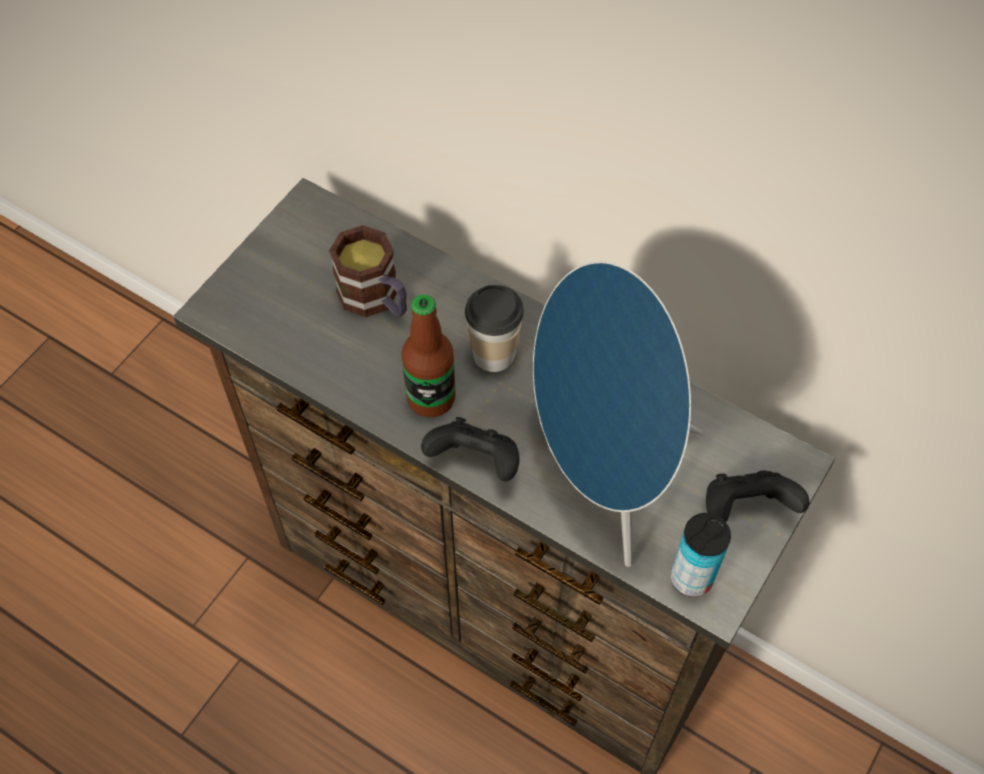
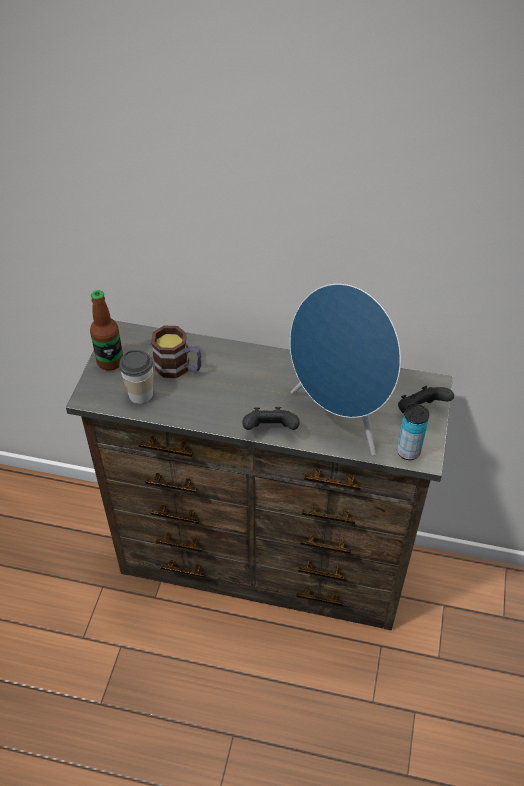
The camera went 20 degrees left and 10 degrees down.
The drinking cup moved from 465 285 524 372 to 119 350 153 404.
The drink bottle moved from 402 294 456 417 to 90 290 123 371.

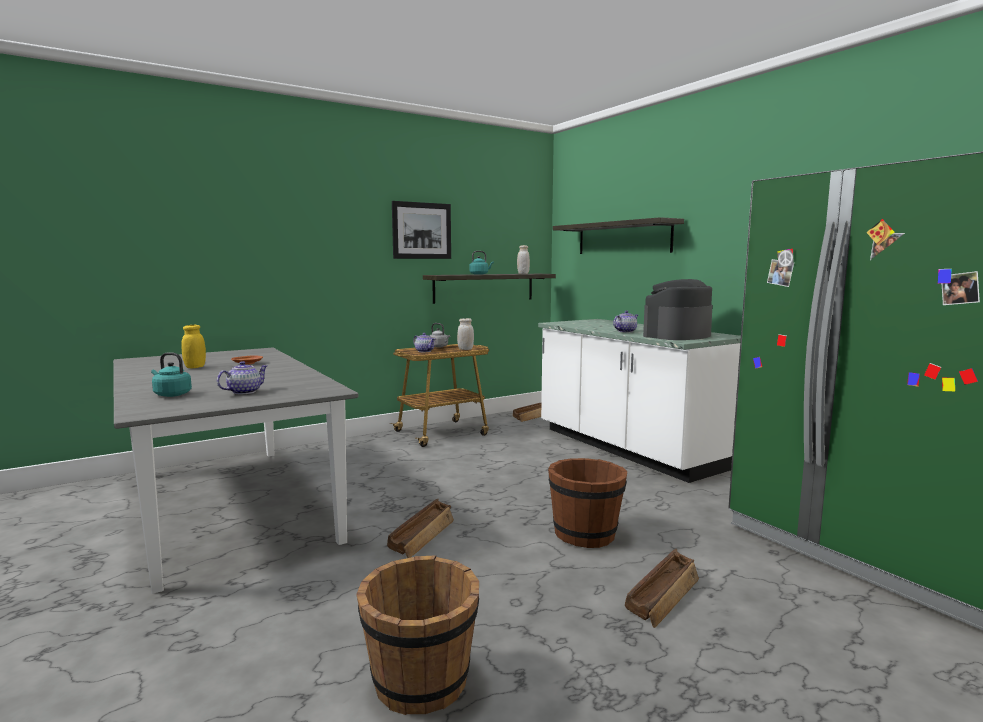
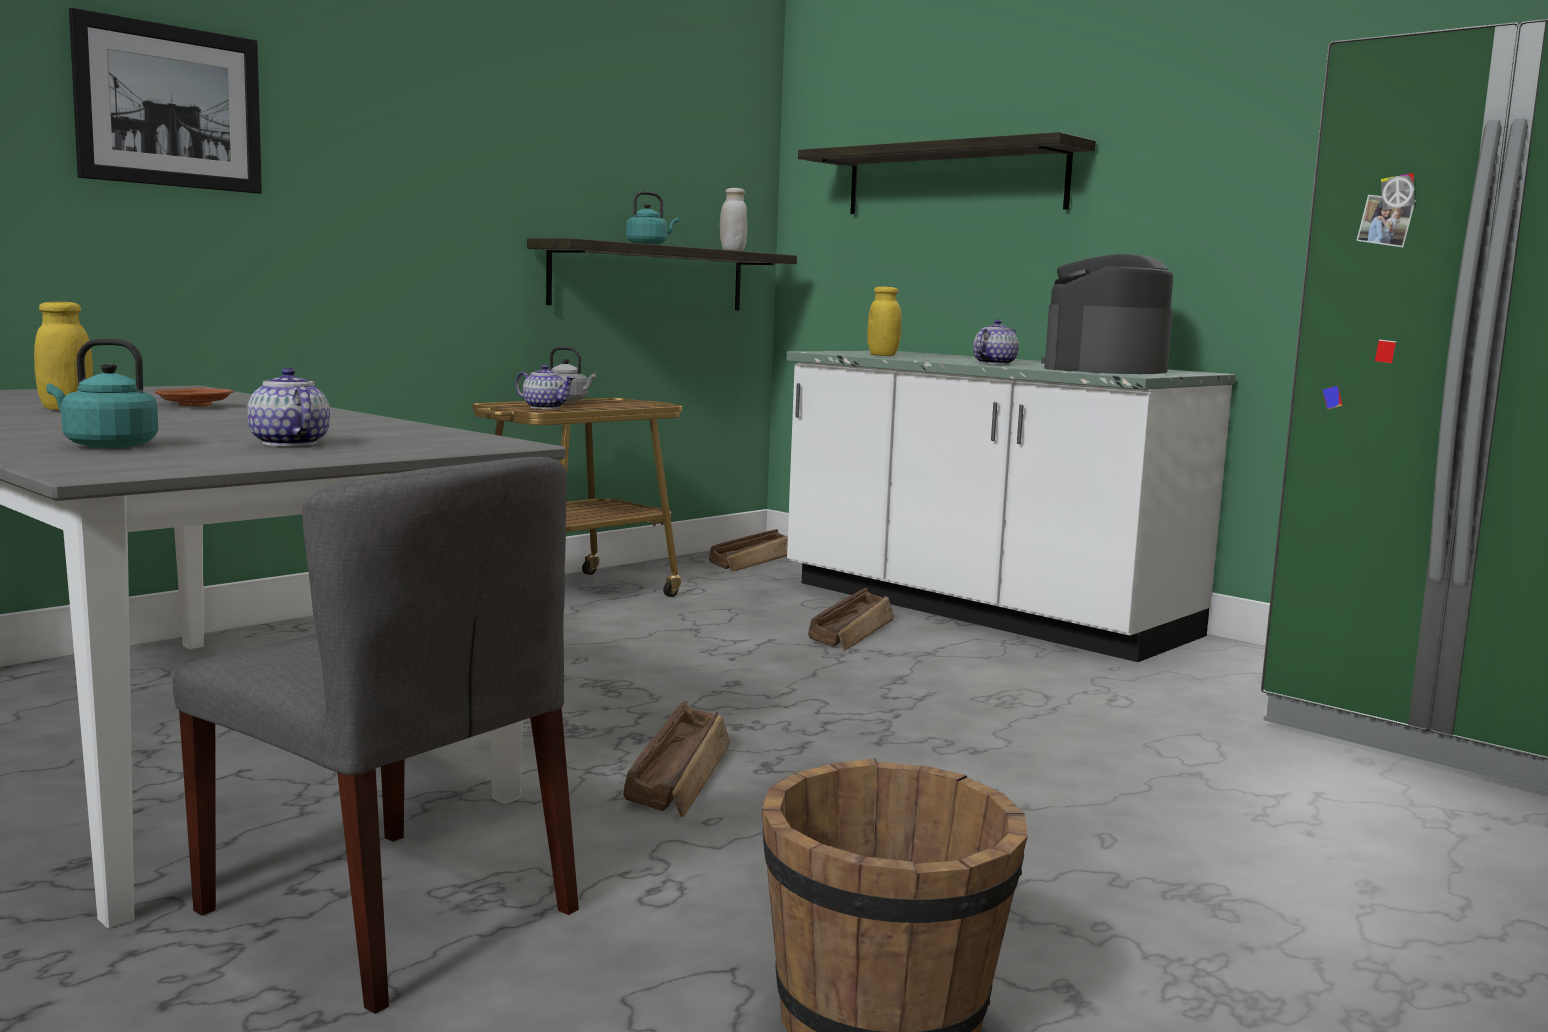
The camera went 15 degrees left and 0 degrees up.
The wall art moved from 392 201 451 259 to 69 8 262 194.
The whitish preserve jar at 457 318 474 350 disappeared.
The teapot at 217 361 268 394 turned 60 degrees counterclockwise.
The brownish water bucket at 548 458 627 548 disappeared.
The packing crate moved from 625 549 699 628 to 808 588 894 650.
The yellowish preserve jar at 867 286 902 356 appeared.
The greyish chair at 173 457 579 1014 appeared.

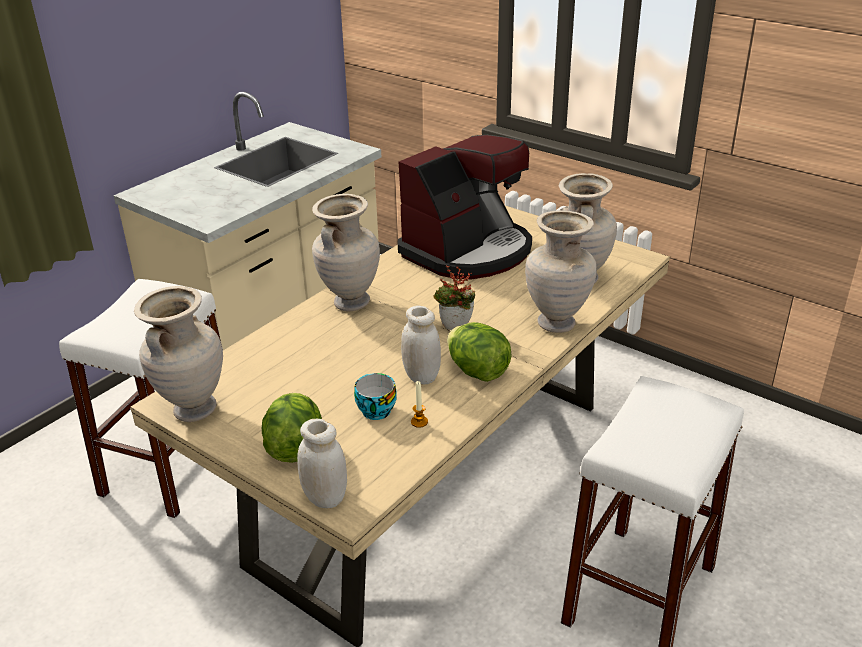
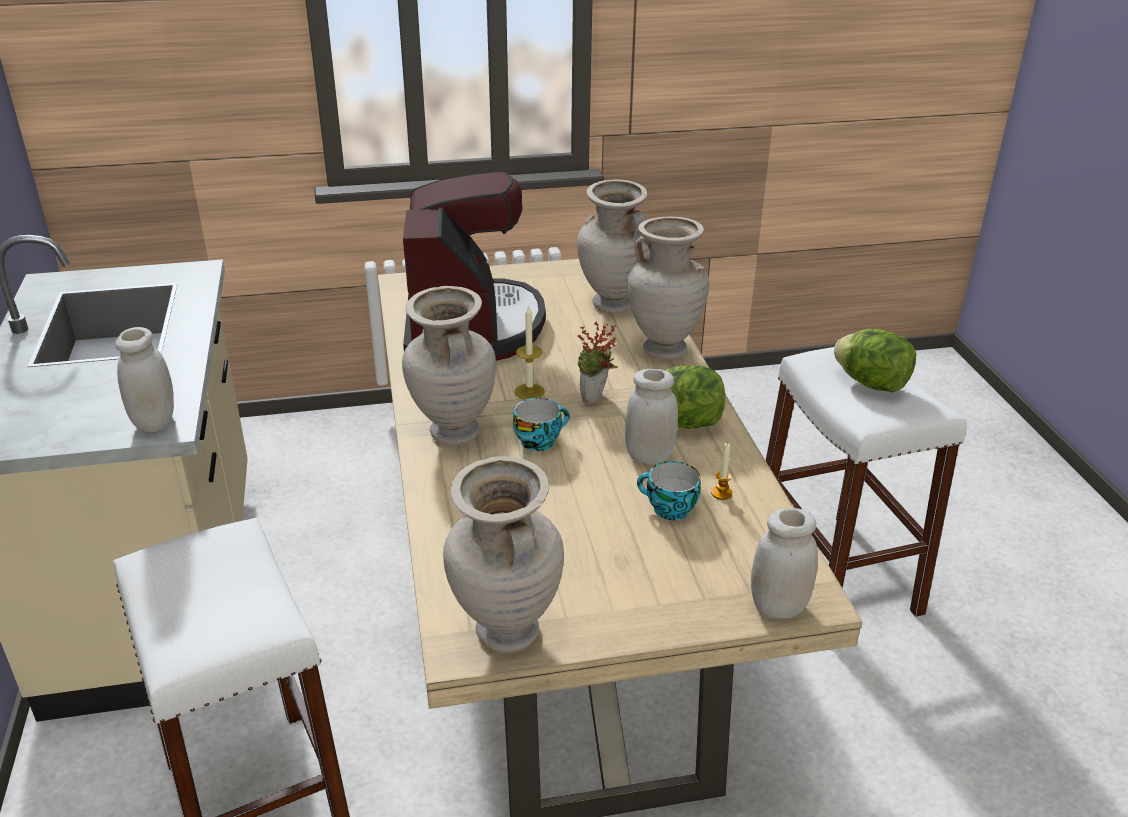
The camera went 50 degrees left and 0 degrees up.
The lettuce moved from 262 393 322 463 to 834 329 916 392.
The wax candle at 515 304 545 400 appeared.
The whitish preserve jar at 115 327 174 432 appeared.
The drinking cup at 513 398 570 451 appeared.

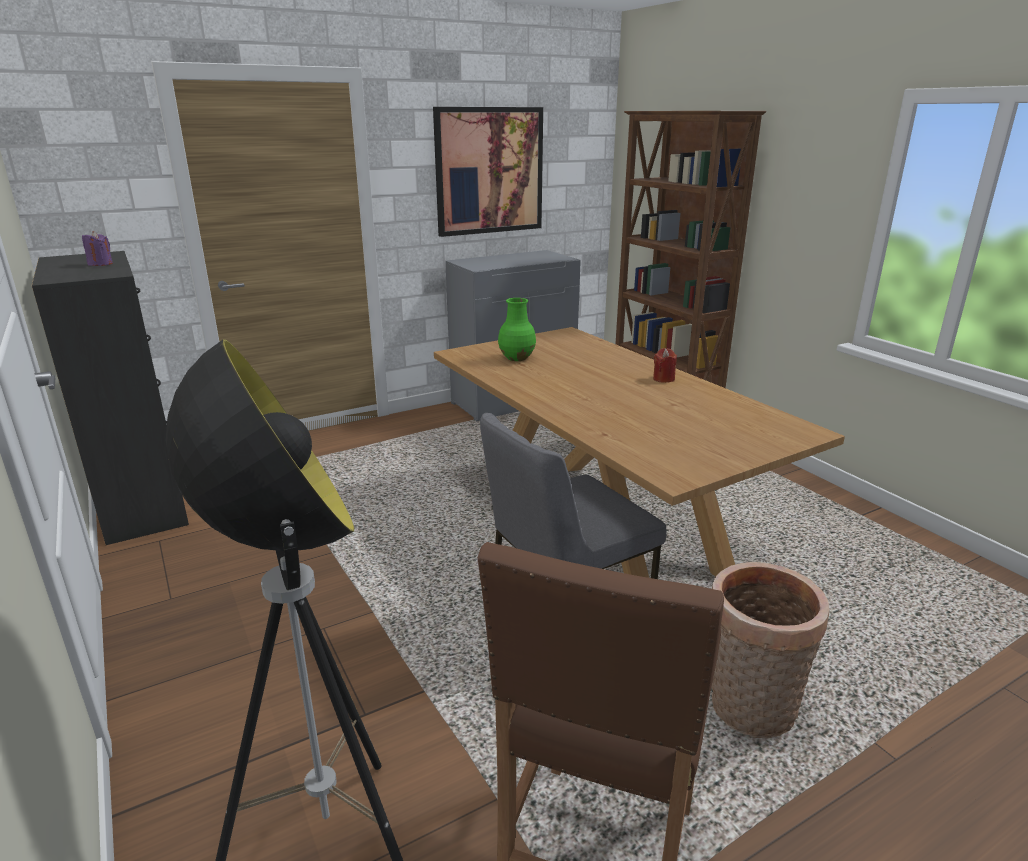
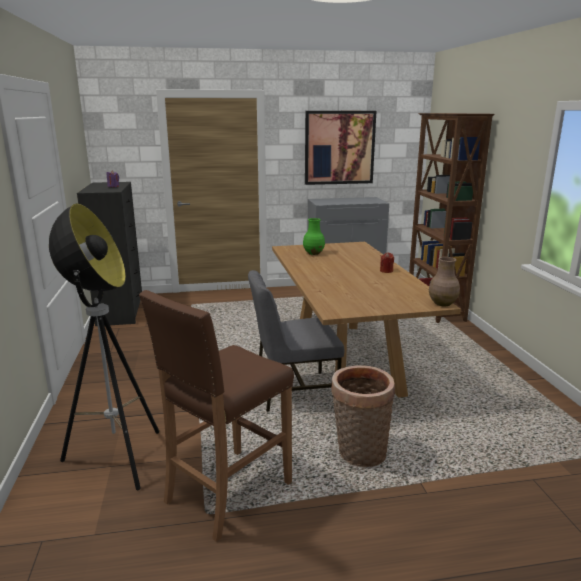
The camera went 20 degrees right and 5 degrees down.
The brownish flower vase at 429 257 460 306 appeared.

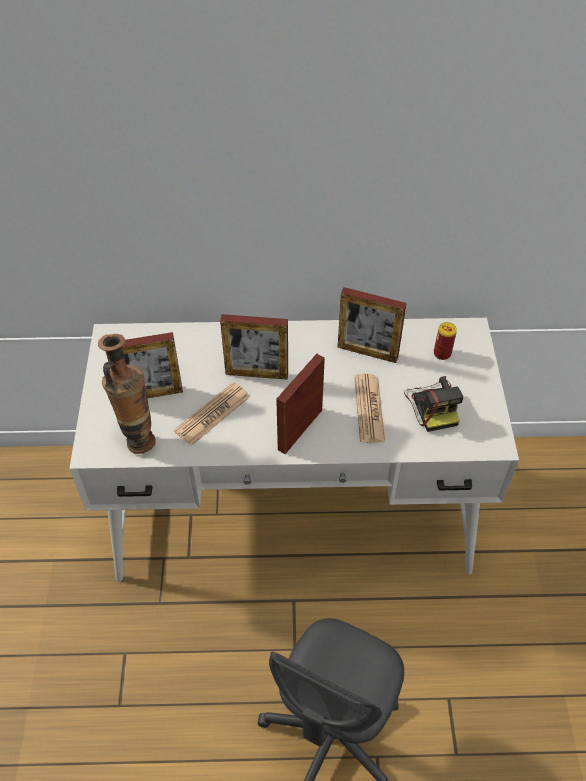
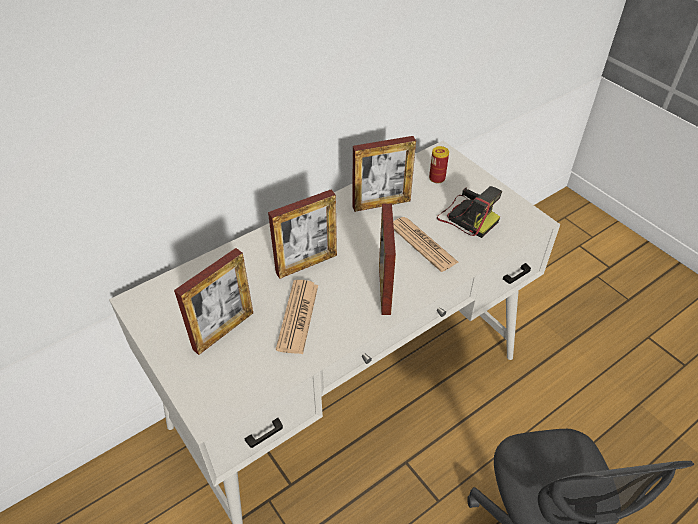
The camera went 35 degrees left and 5 degrees down.
The flower vase at 98 334 156 454 disappeared.

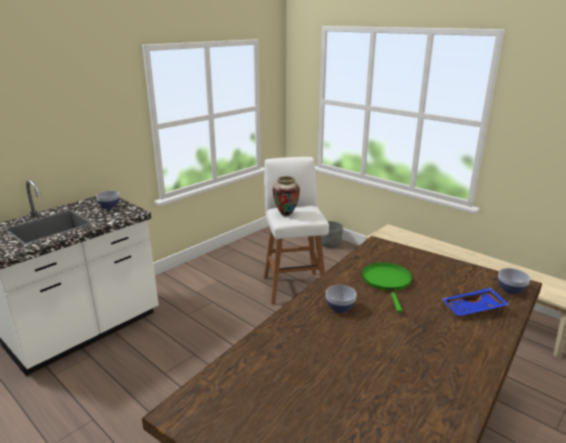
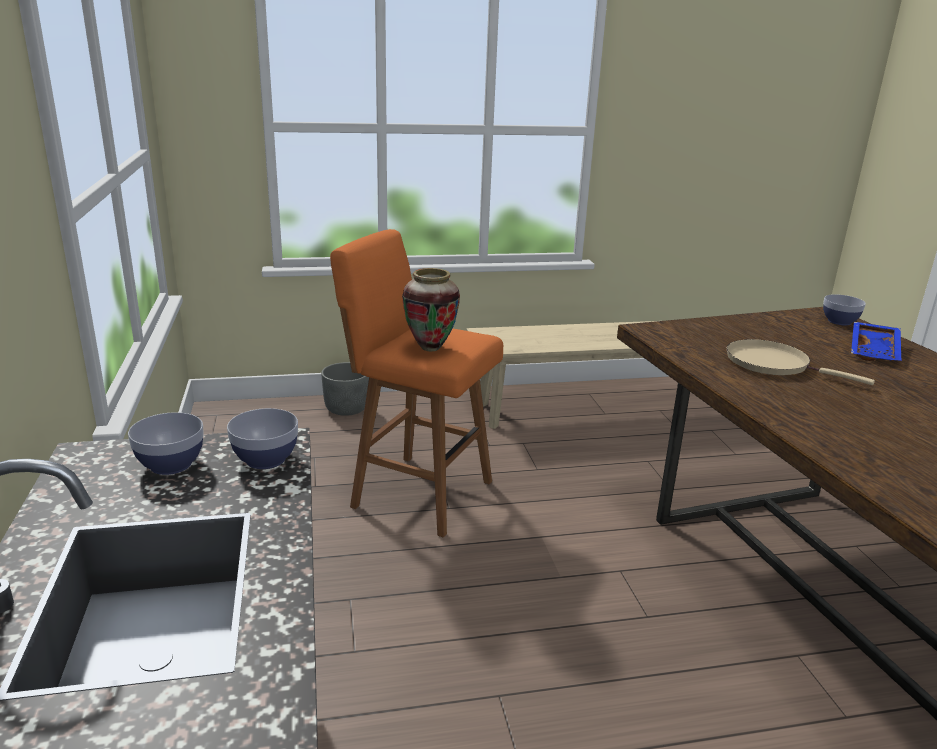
The camera went 55 degrees left and 0 degrees up.
The whitish stool seat at 264 157 329 304 became the orangey stool seat at 330 229 503 537.
The green-coloured pan at 362 262 412 312 became the beige pan at 727 339 875 385.
The bowl moved from 326 285 357 313 to 227 408 298 469.

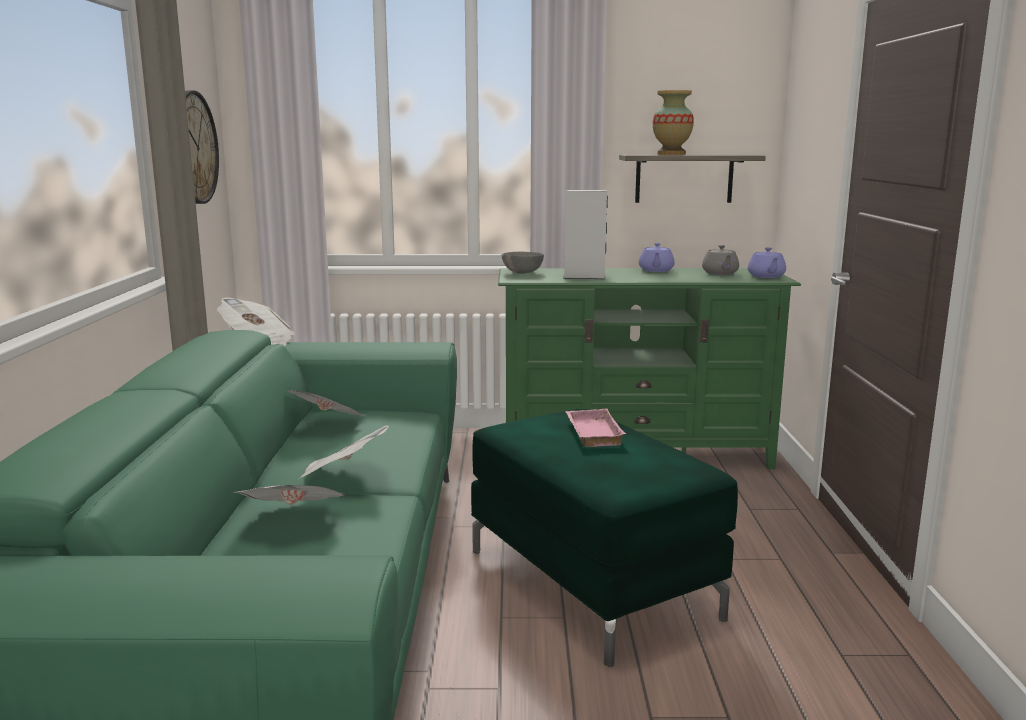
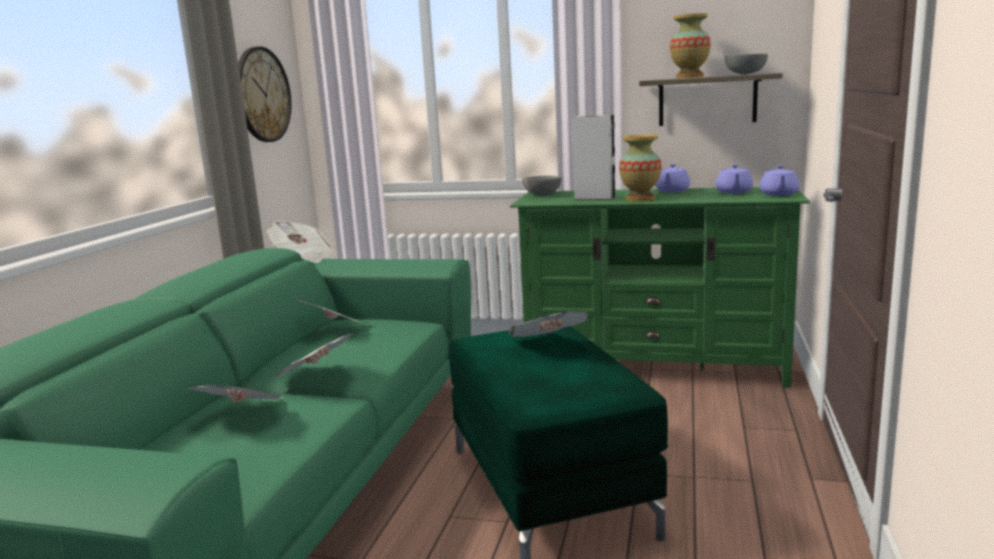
The camera went 15 degrees right and 0 degrees up.
The greyish teapot at 702 245 739 275 became the purple teapot at 716 164 753 194.
The pink carrying tray at 566 409 626 447 was replaced by the newspaper at 509 311 588 337.
The greyish bowl at 724 54 768 75 appeared.
The flower vase at 619 135 662 201 appeared.

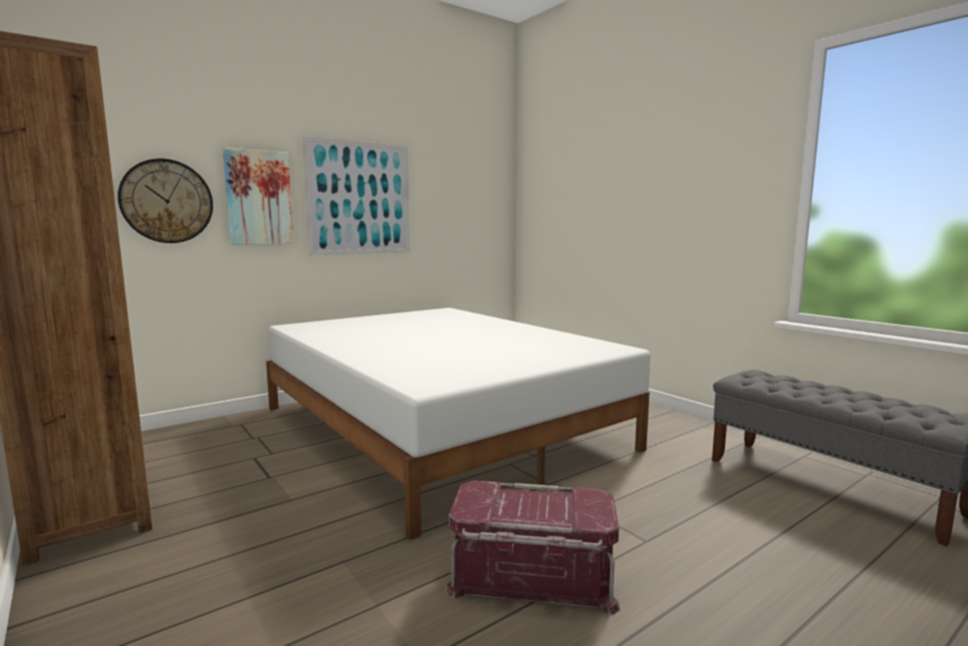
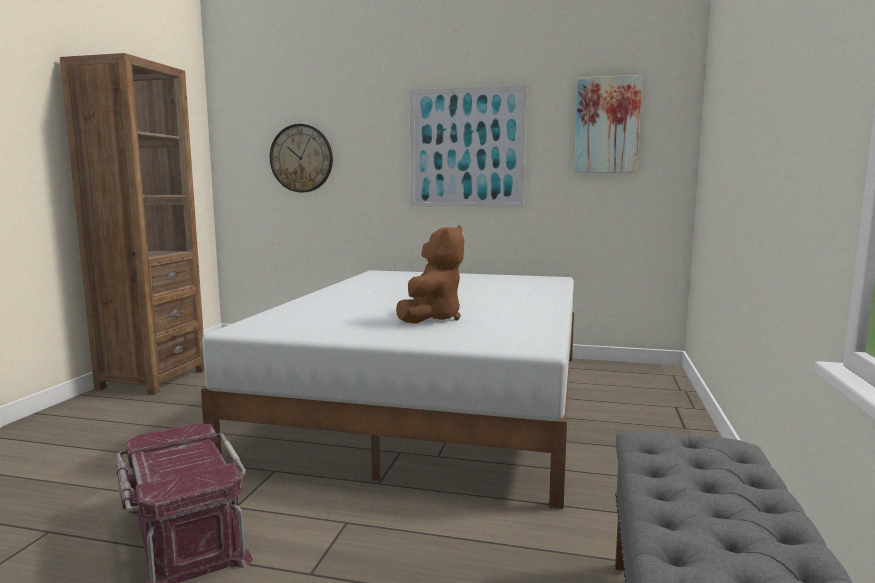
The camera went 50 degrees right and 0 degrees up.
The wall art moved from 223 147 294 245 to 574 75 642 173.
The brownish plush toy at 396 225 464 324 appeared.

